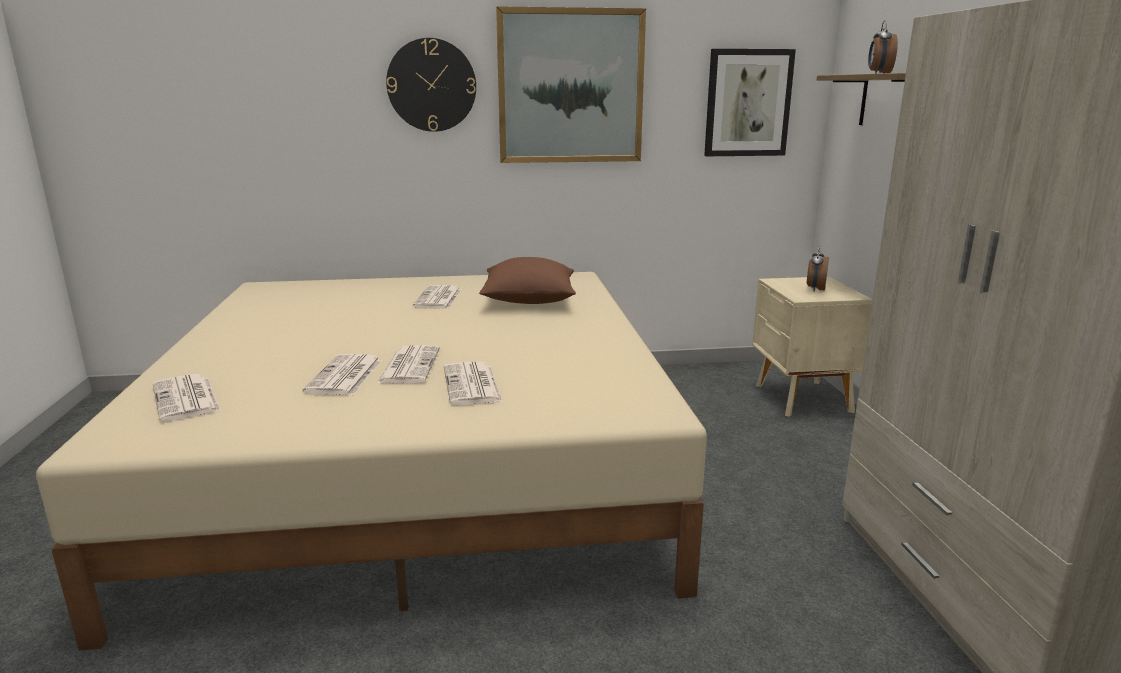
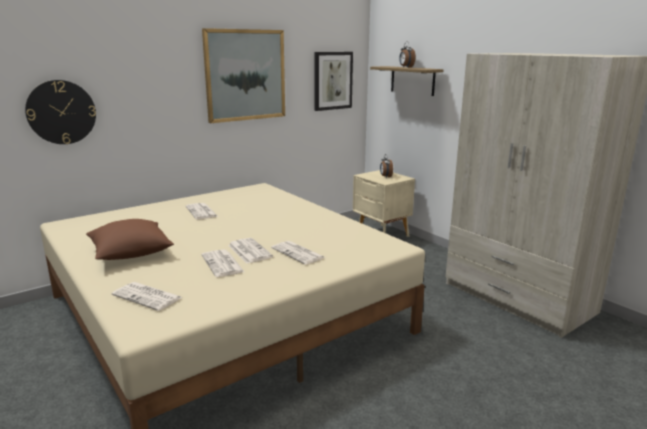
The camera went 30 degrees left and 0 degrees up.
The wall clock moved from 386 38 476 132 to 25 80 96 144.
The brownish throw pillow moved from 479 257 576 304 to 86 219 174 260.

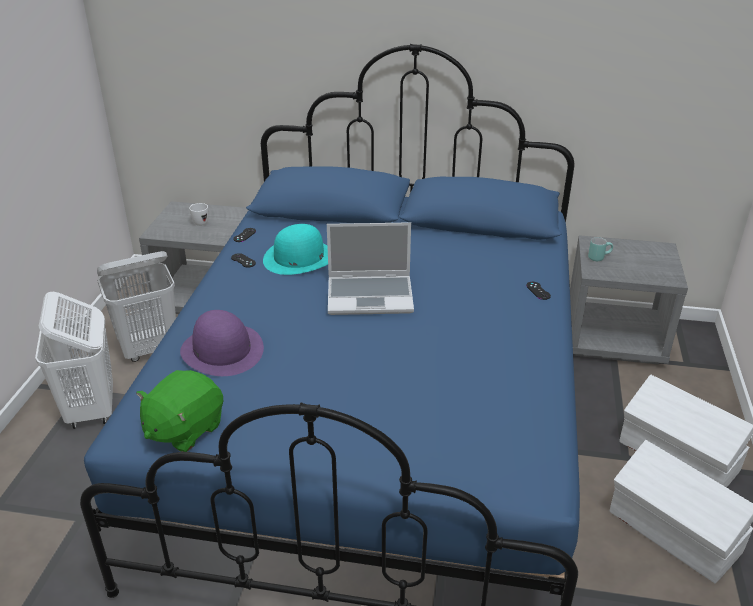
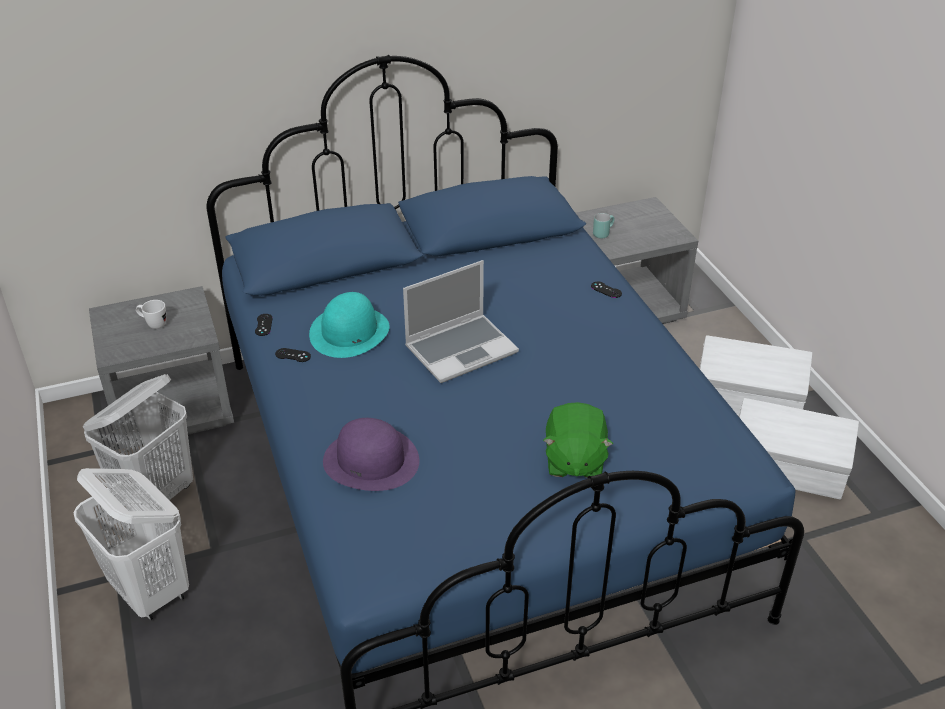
The camera went 30 degrees left and 5 degrees up.
The green-coloured plush toy moved from 136 370 223 452 to 543 402 613 478.

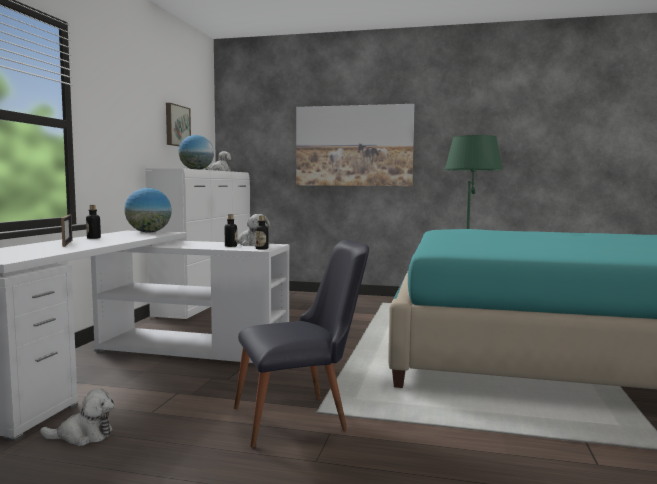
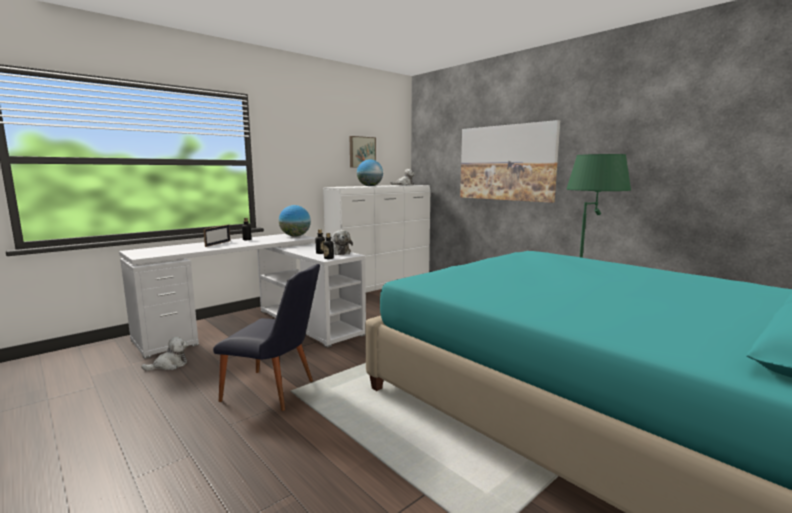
The camera went 35 degrees right and 5 degrees up.
The plush toy at 40 389 114 446 turned 60 degrees counterclockwise.

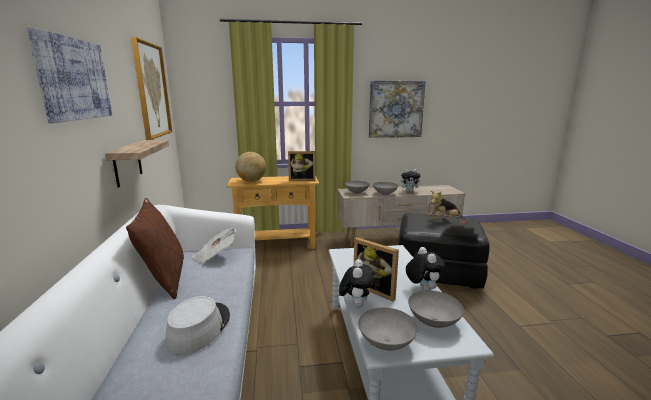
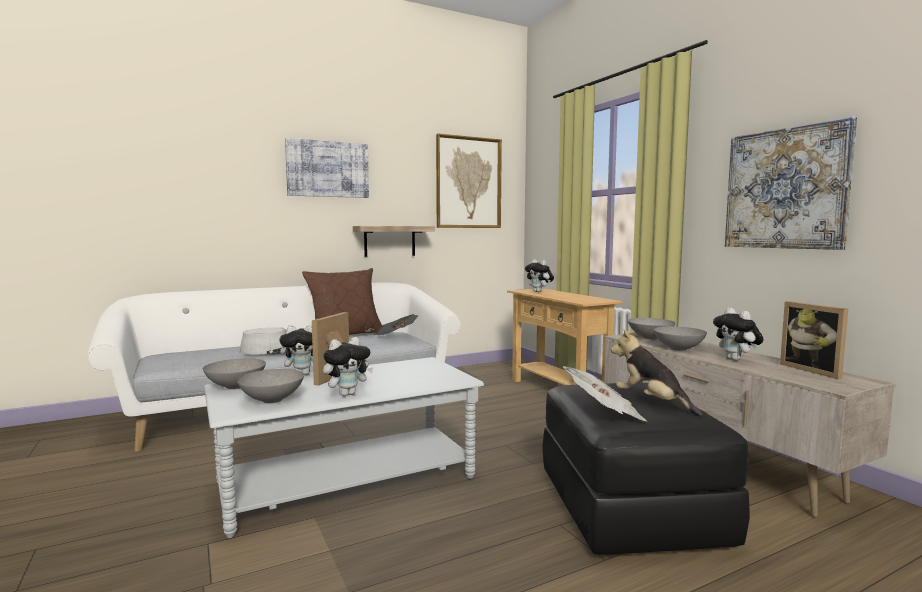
The camera went 70 degrees right and 10 degrees down.
The picture frame moved from 288 151 315 181 to 780 301 848 379.
The globe at 235 152 266 182 was replaced by the plush toy at 525 259 554 292.

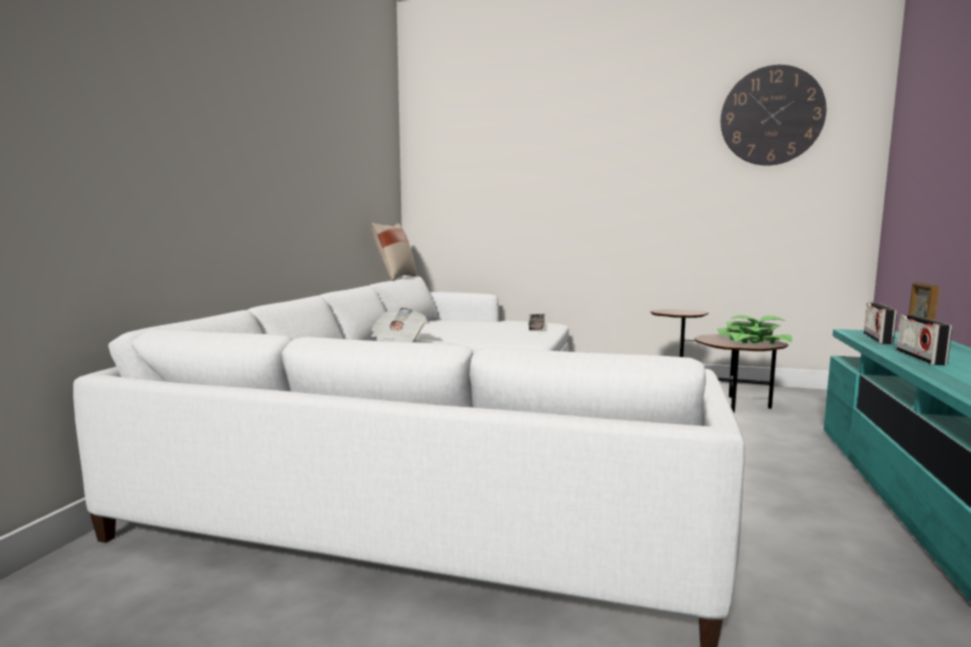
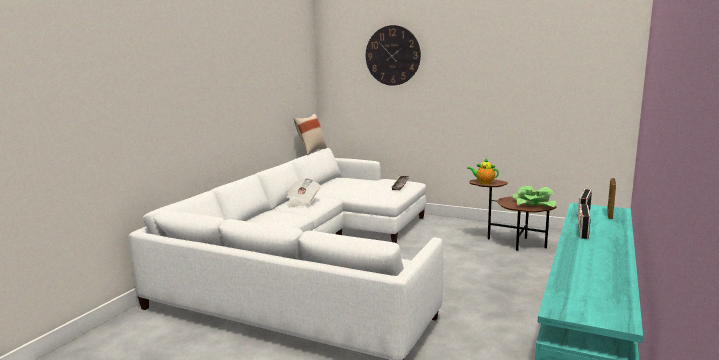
The camera went 10 degrees right and 5 degrees up.
The wall clock moved from 721 65 826 166 to 366 25 421 86.
The teapot at 467 158 499 184 appeared.

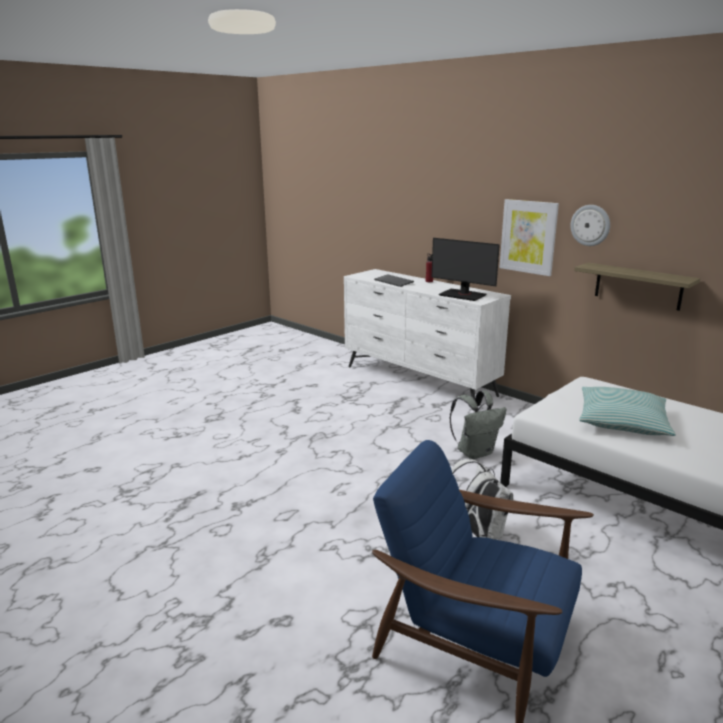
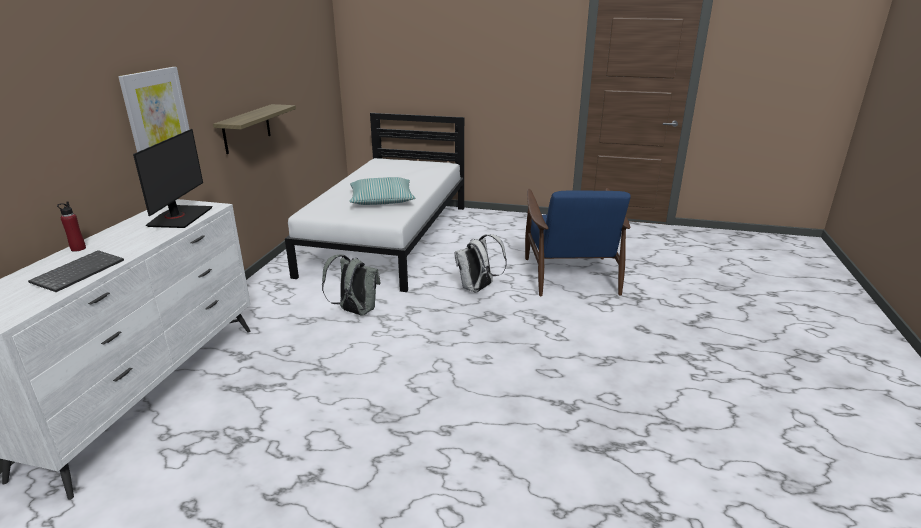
The camera went 120 degrees left and 5 degrees up.
The wall clock at 570 205 610 246 disappeared.

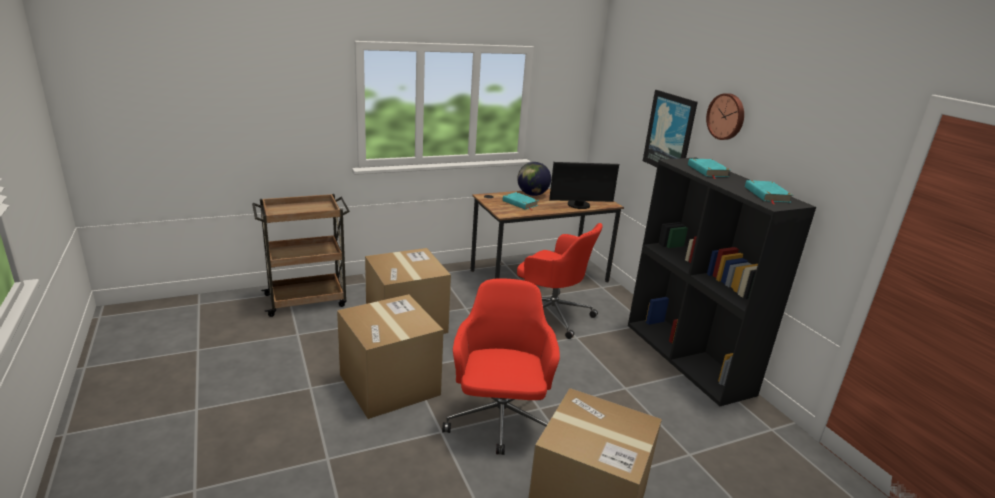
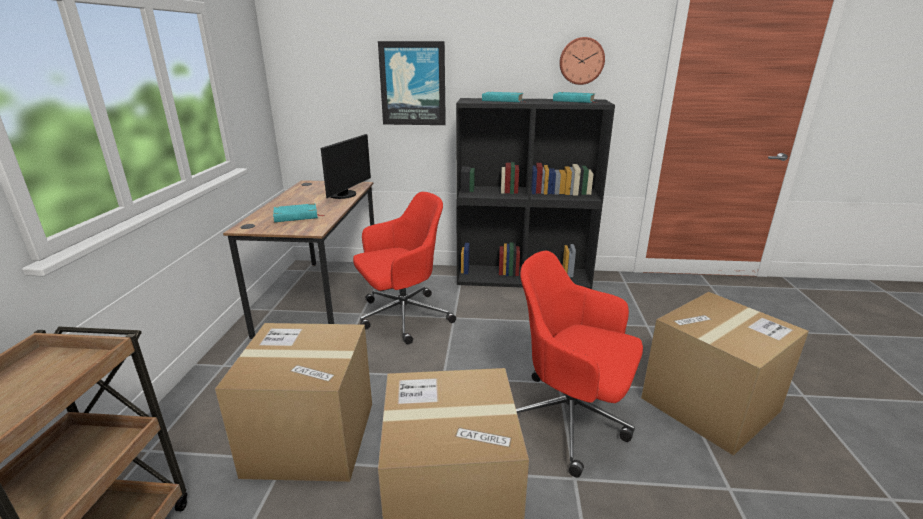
The camera went 60 degrees left and 0 degrees up.
The wall clock moved from 706 93 744 140 to 559 37 605 85.
The globe at 517 162 551 196 disappeared.

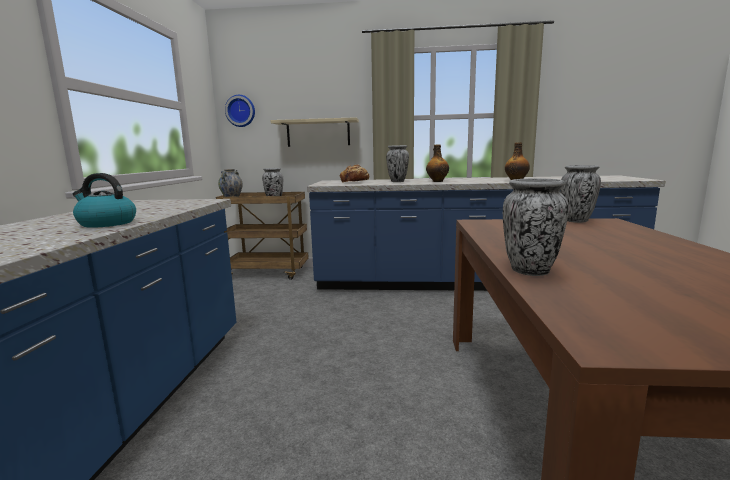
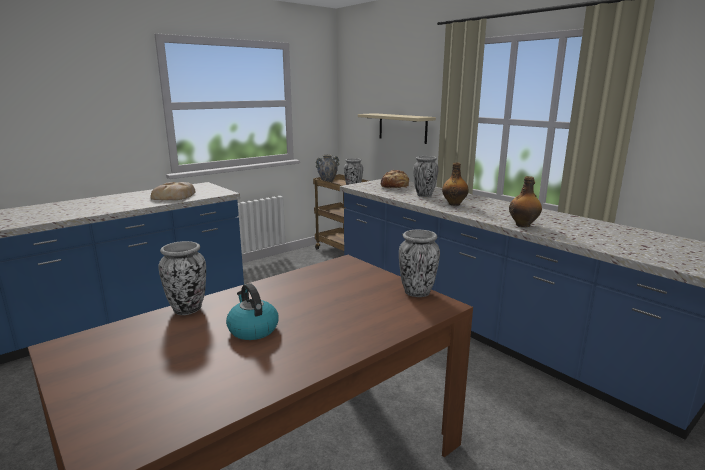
The camera went 45 degrees right and 5 degrees up.
The wall clock at 225 95 255 127 disappeared.
The water kettle moved from 73 173 136 228 to 226 283 279 340.
The bakery bread at 150 182 196 200 appeared.

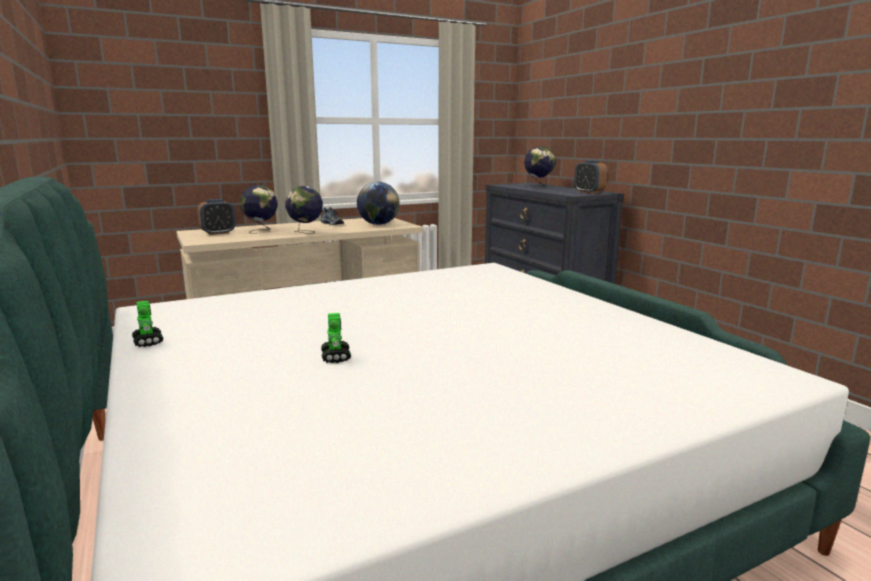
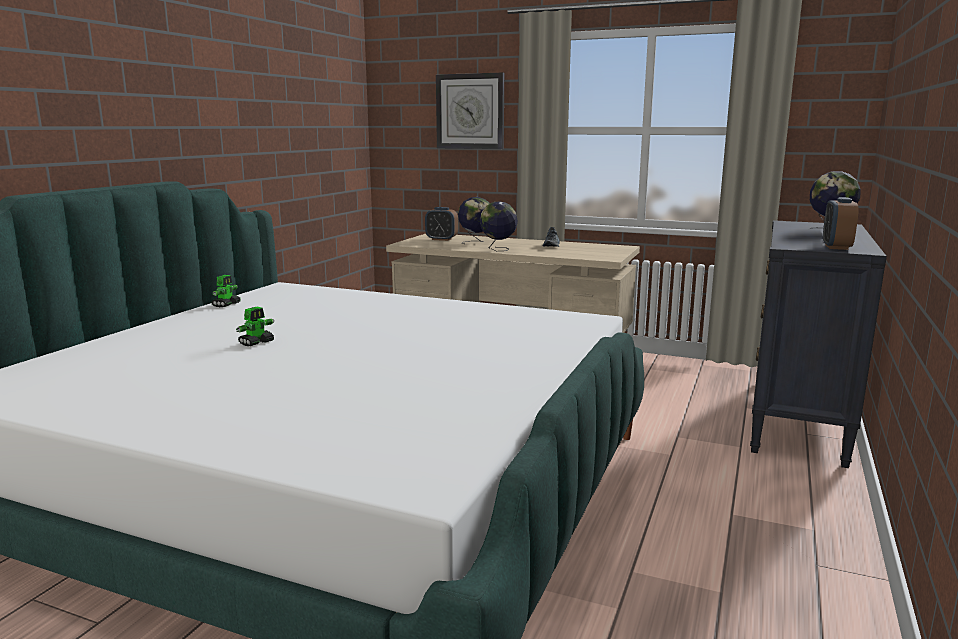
The camera went 50 degrees right and 0 degrees up.
The globe at 357 182 400 225 disappeared.
The wall clock at 436 73 504 149 appeared.

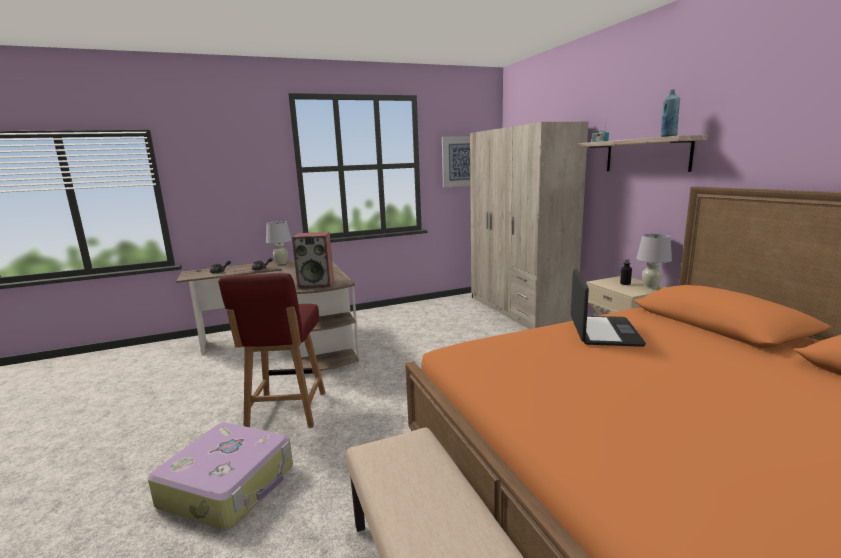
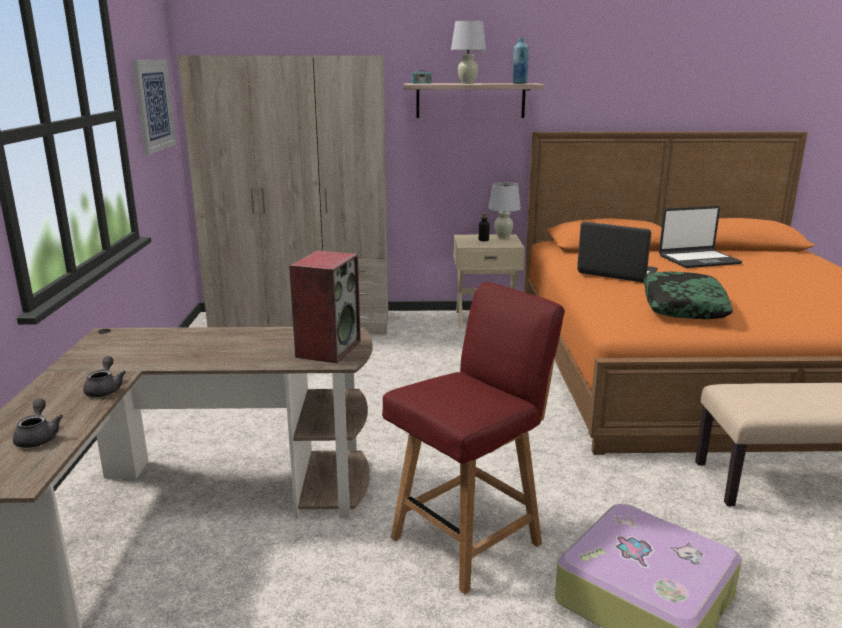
The camera went 70 degrees left and 5 degrees up.
The whitish table lamp moved from 266 221 292 264 to 451 21 486 84.
The red chair at 218 273 326 428 turned 60 degrees counterclockwise.
The laptop at 659 206 742 268 appeared.
The throw pillow at 643 272 733 319 appeared.

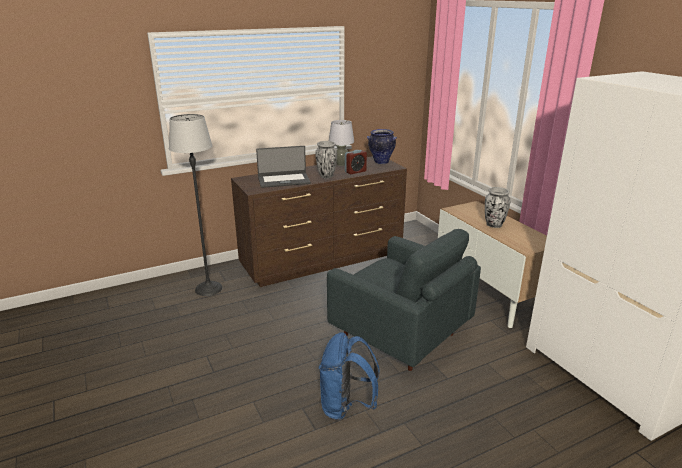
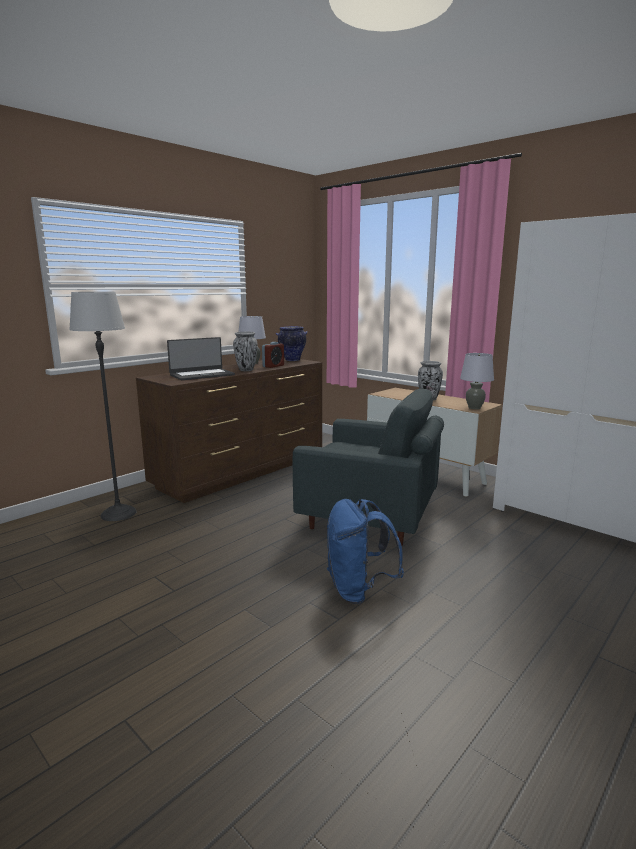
The camera went 20 degrees left and 10 degrees down.
The greyish table lamp at 460 353 494 409 appeared.

